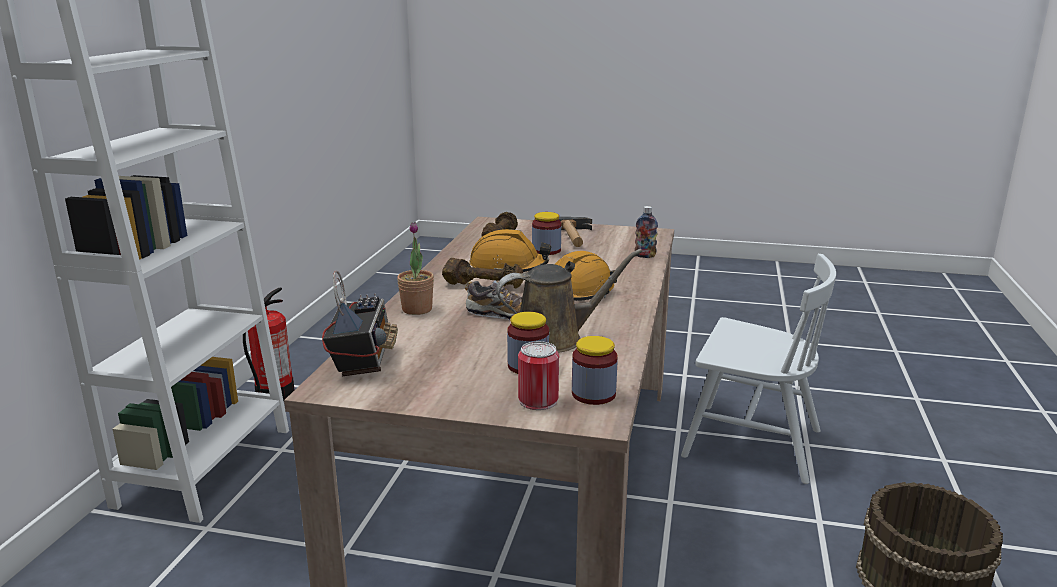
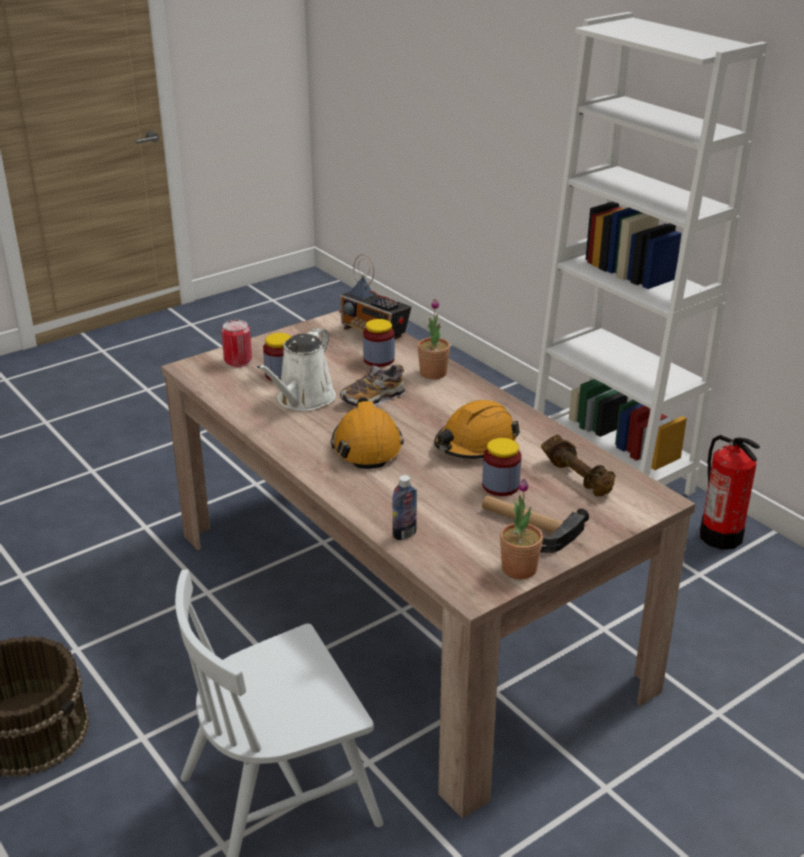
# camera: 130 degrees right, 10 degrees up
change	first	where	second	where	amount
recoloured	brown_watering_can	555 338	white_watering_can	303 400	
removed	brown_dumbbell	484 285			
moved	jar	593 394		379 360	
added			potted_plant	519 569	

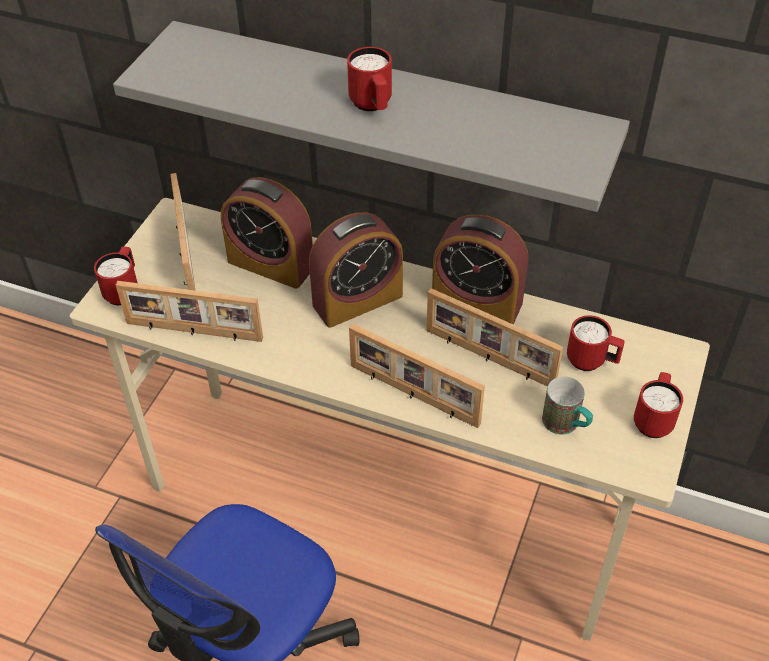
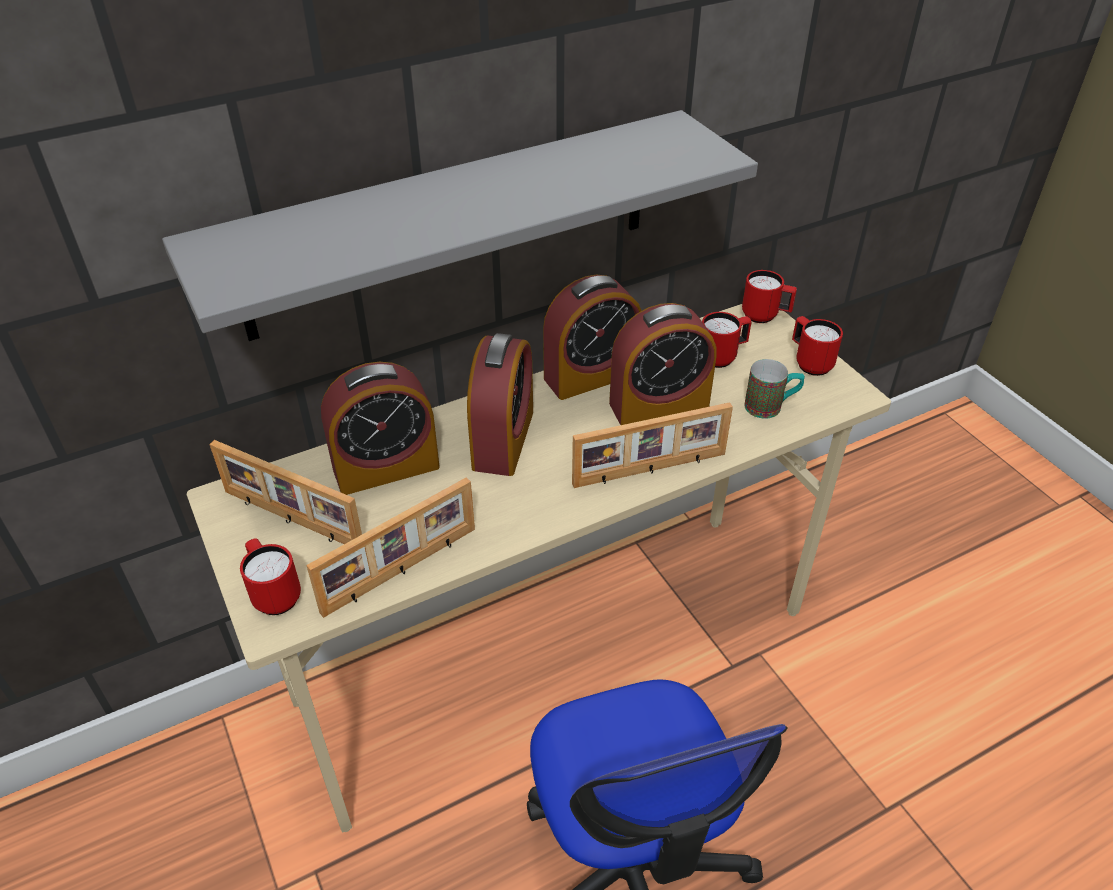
# camera: 50 degrees left, 5 degrees down
change	first	where	second	where	amount
moved	red_mug	372 106		765 316	
replaced	picture_frame	488 359	alarm_clock	659 405	

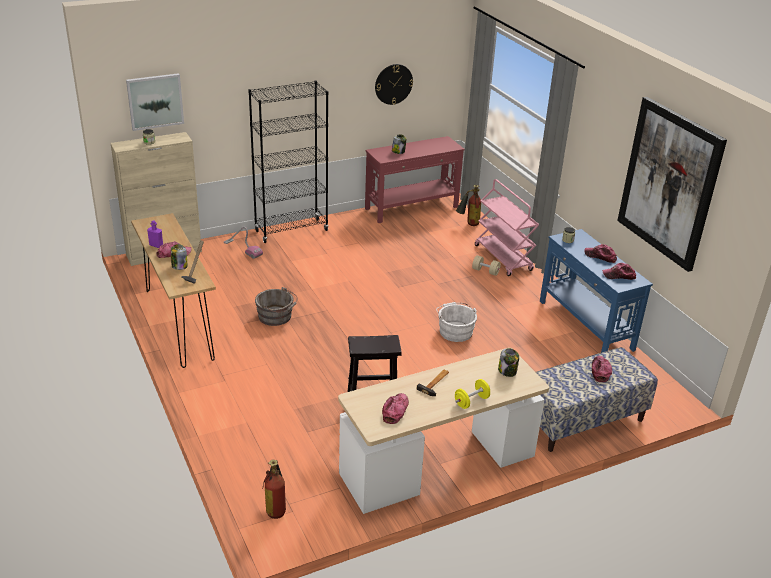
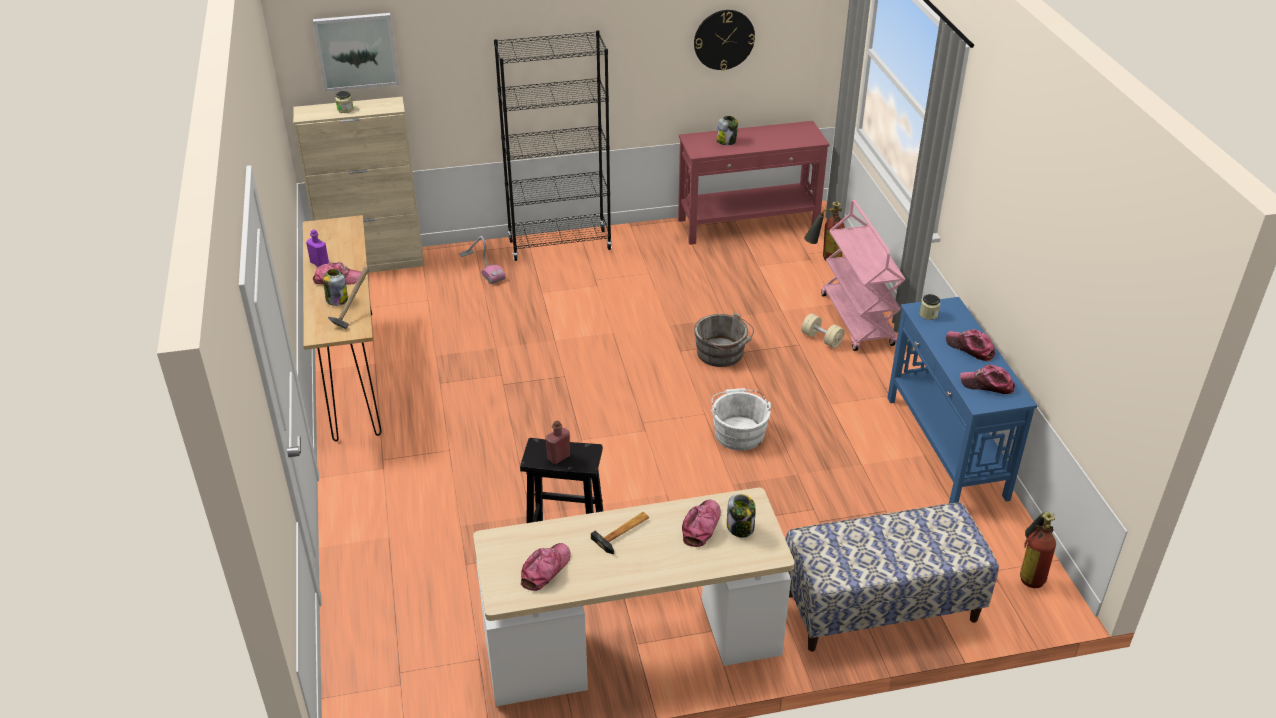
# camera: 15 degrees right, 5 degrees up
change	first	where	second	where	amount
removed	picture	669 183			
moved	grey_bucket	276 317		722 354	
moved	cap	600 371		701 526	
removed	yellow_dumbbell	471 401			
moved	fire_extinguisher	276 506		1030 572	
added			red_bottle	558 457	

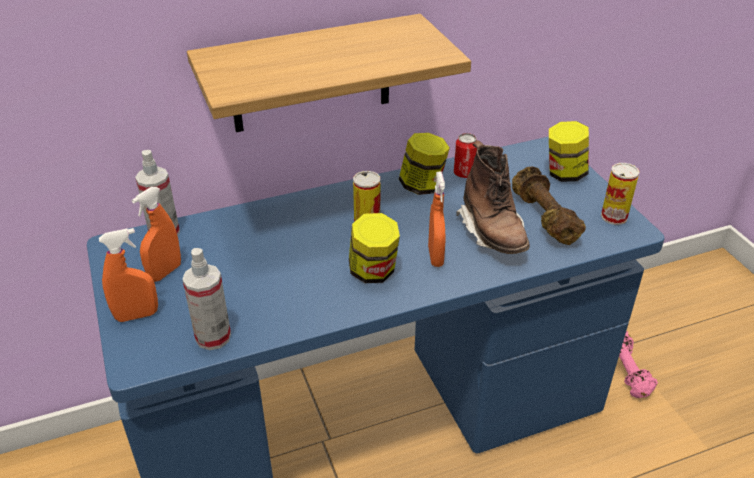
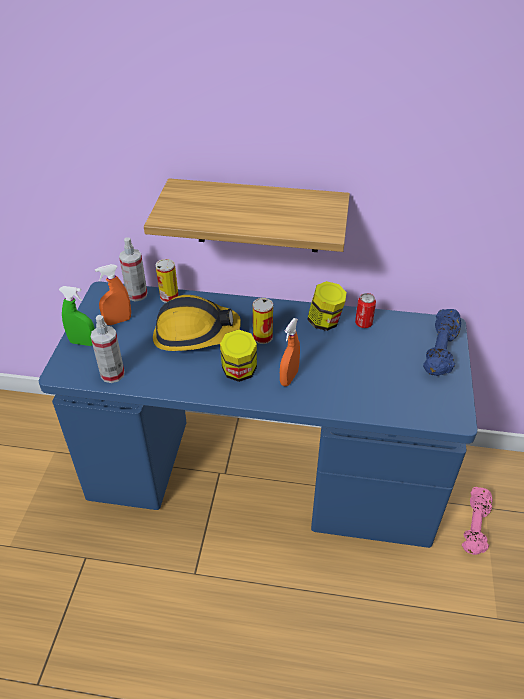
# camera: 30 degrees right, 5 degrees up
change	first	where	second	where	amount
replaced	jar	564 174	blue_dumbbell	441 352	
removed	brown_boot	492 233			
moved	can	614 217		169 297	
removed	brown_dumbbell	542 217			
recoloured	orange_spray_bottle	137 315	green_spray_bottle	83 342	
added			hard_hat	195 333	

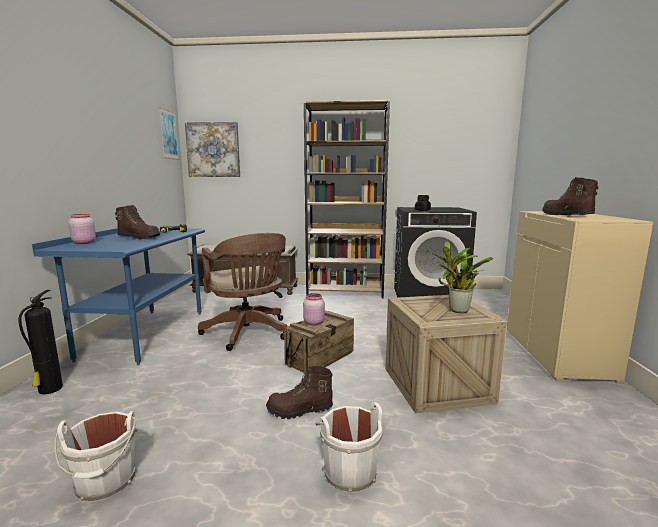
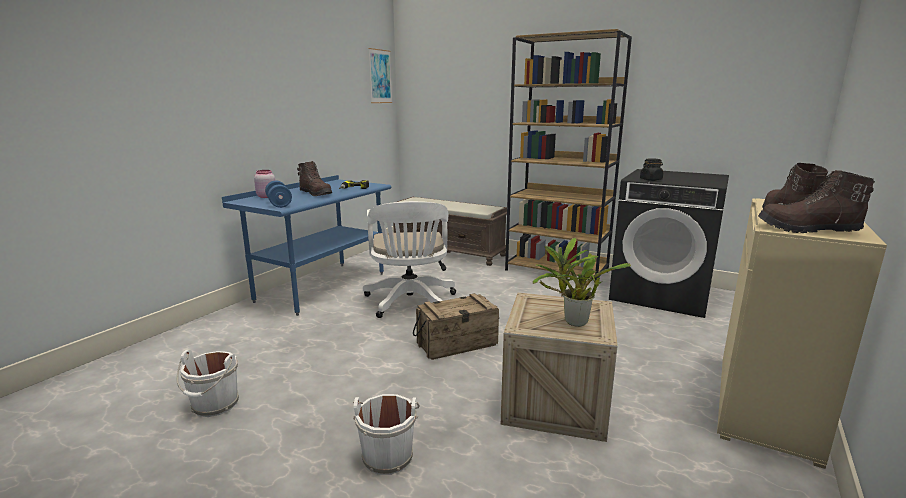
# camera: 25 degrees right, 5 degrees up
change	first	where	second	where	amount
removed	picture	213 150			
recoloured	brown_office_chair	248 333	white_office_chair	410 303	
removed	fire_extinguisher	49 390			
removed	pink_jar	313 322			
moved	brown_boot	299 410		807 230	
added			blue_dumbbell	279 204	

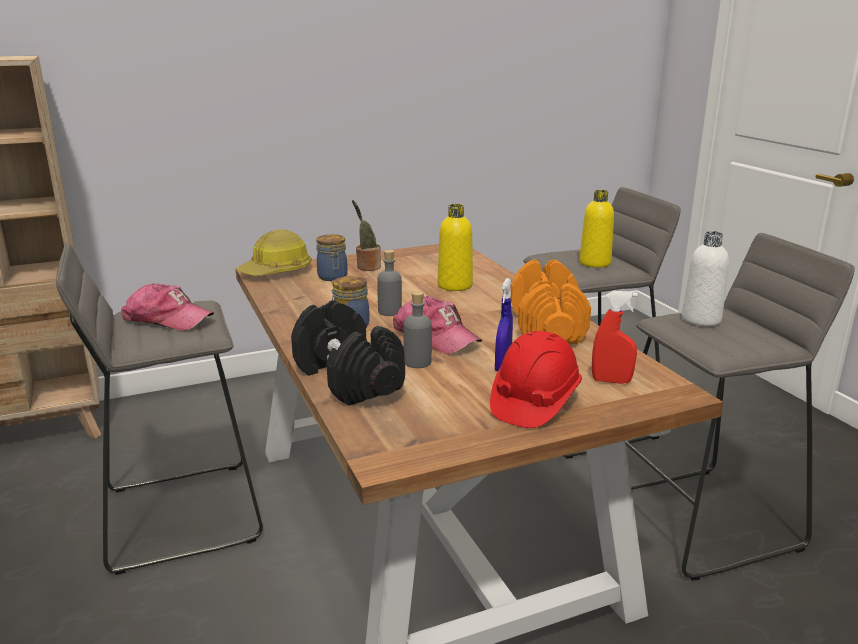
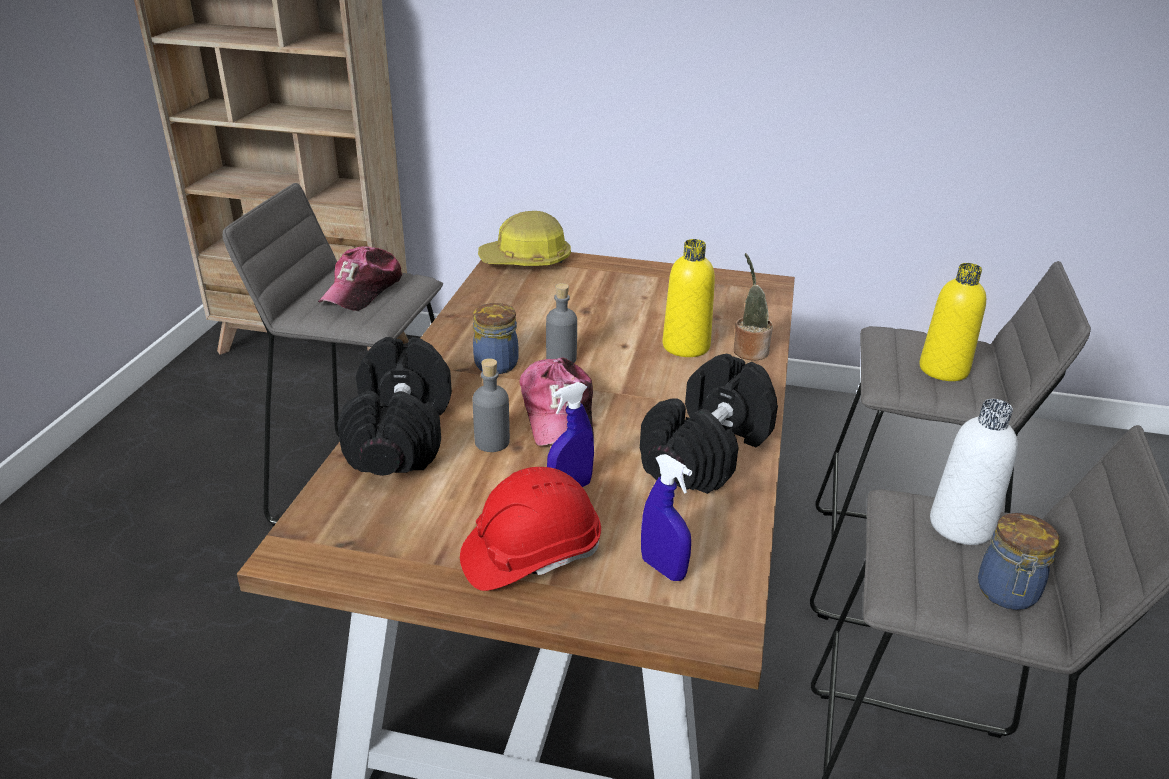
# camera: 35 degrees right, 10 degrees up
change	first	where	second	where	amount
moved	potted_plant	367 267		749 350	
moved	jar	333 277		1006 593	
recoloured	orange_dumbbell	548 327	black_dumbbell	707 452	
turned	cap	167 319		363 290	60 degrees clockwise
recoloured	red_spray_bottle	611 381	blue_spray_bottle	663 568	

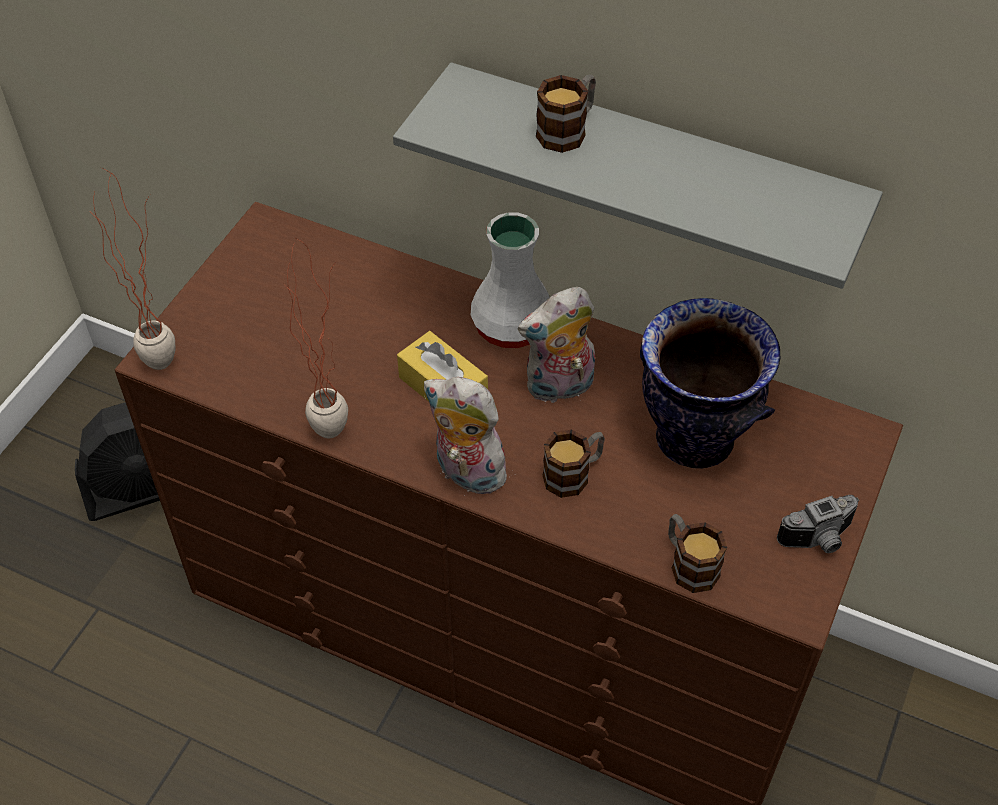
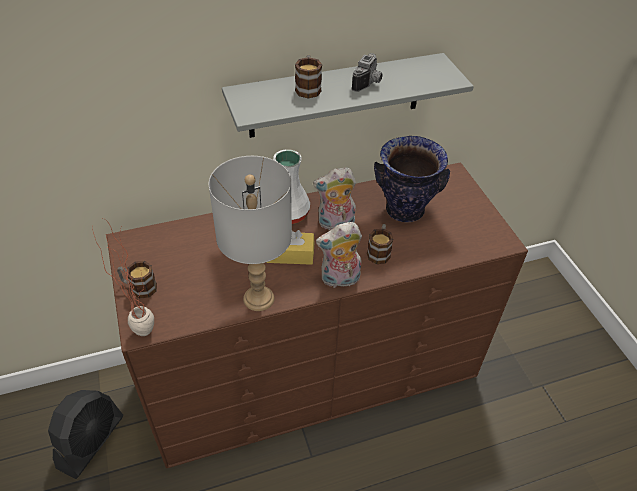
# camera: 45 degrees left, 5 degrees down
change	first	where	second	where	amount
replaced	potted_plant	332 420	grey_table_lamp	259 299	
turned	plush_toy	559 388		335 224	60 degrees clockwise
moved	photo_camera	820 540		369 83	
moved	mug	689 564		139 287	

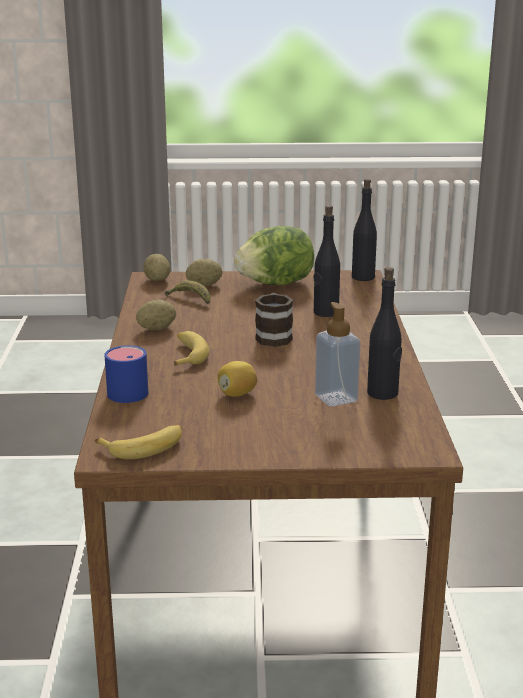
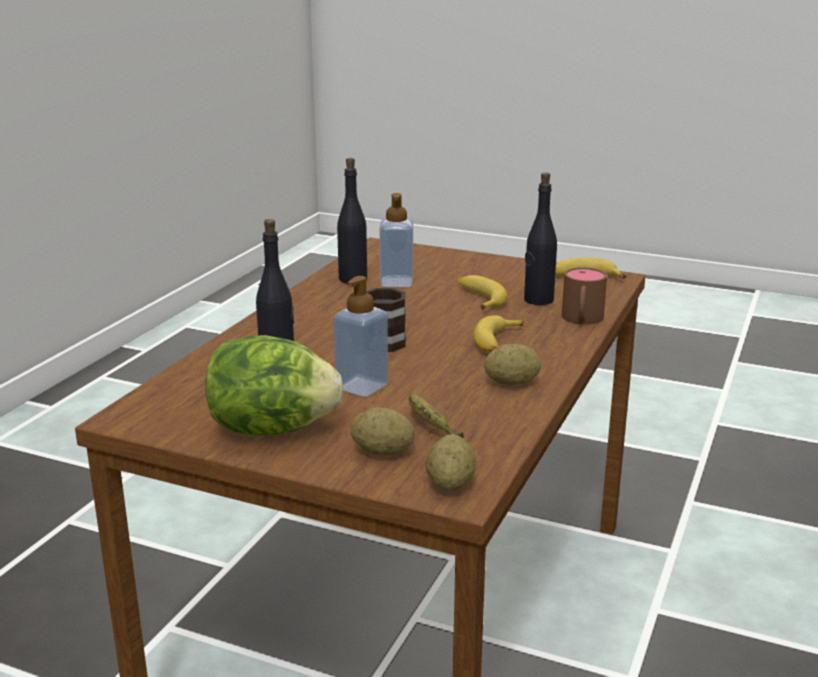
# camera: 155 degrees left, 0 degrees up
change	first	where	second	where	amount
moved	black_bottle	363 277		538 300	
recoloured	blue_mug	127 389	brown_mug	581 320	
replaced	lemon	237 394	banana	479 299	
added			soap_dispenser	362 386	

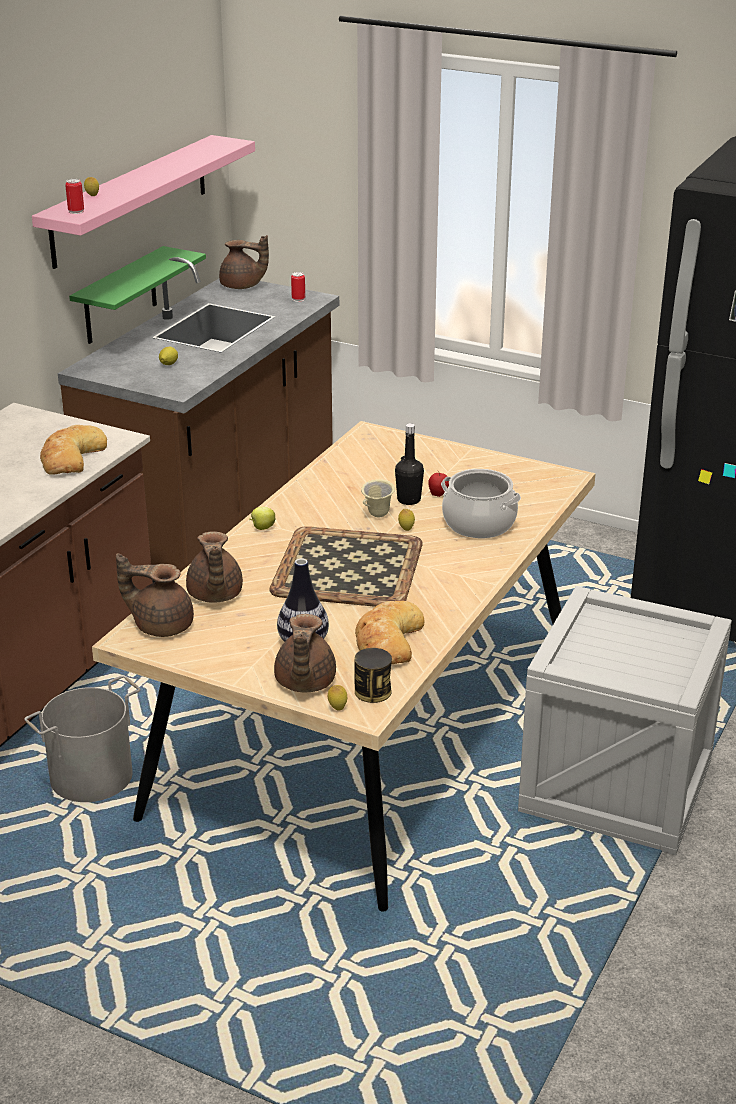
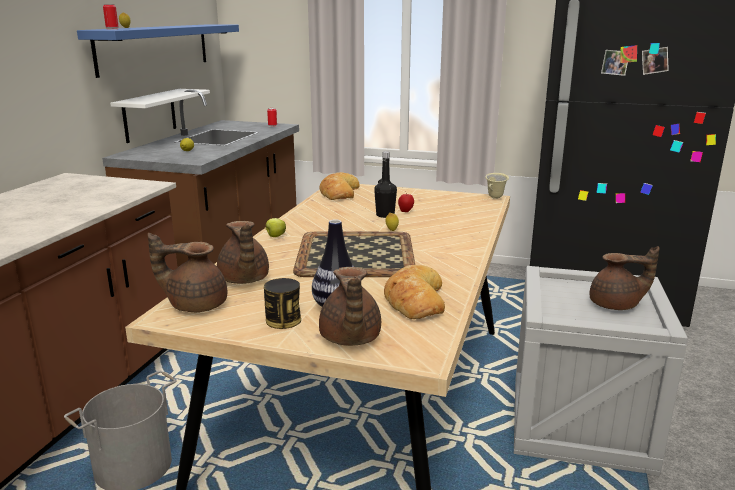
# camera: 10 degrees left, 10 degrees down
change	first	where	second	where	amount
recoloured	pink_shelf	130 200	blue_shelf	155 48	
moved	brown_teapot	242 286		616 305	
recoloured	green_shelf	120 296	white_shelf	149 115	
moved	bread	71 457		338 193	
removed	cooking_pot	478 524			
moved	beige_mug	377 516		495 198	
moved	can	373 691		283 320	
removed	lemon	337 708			

